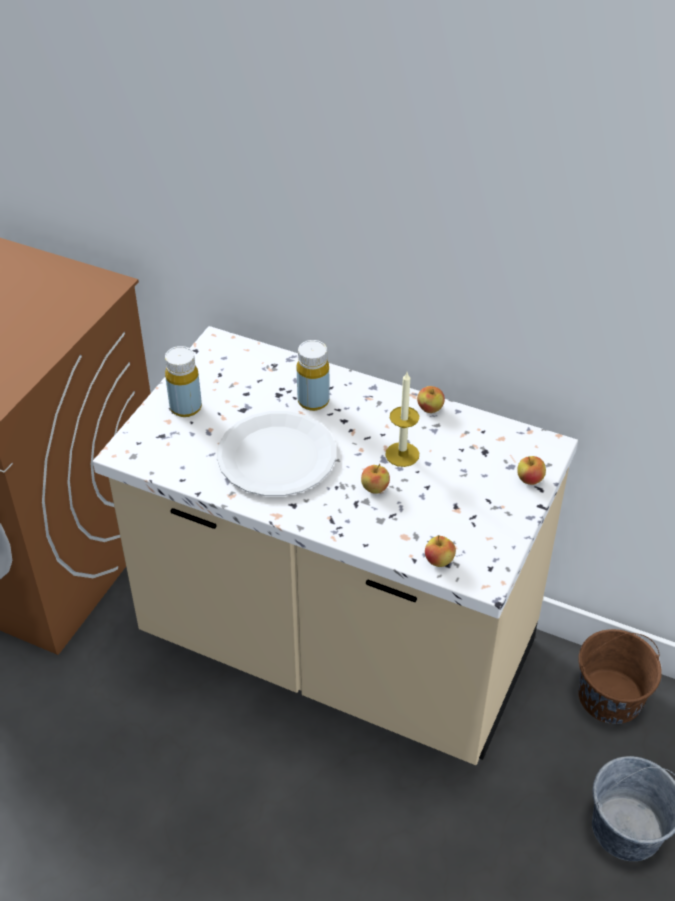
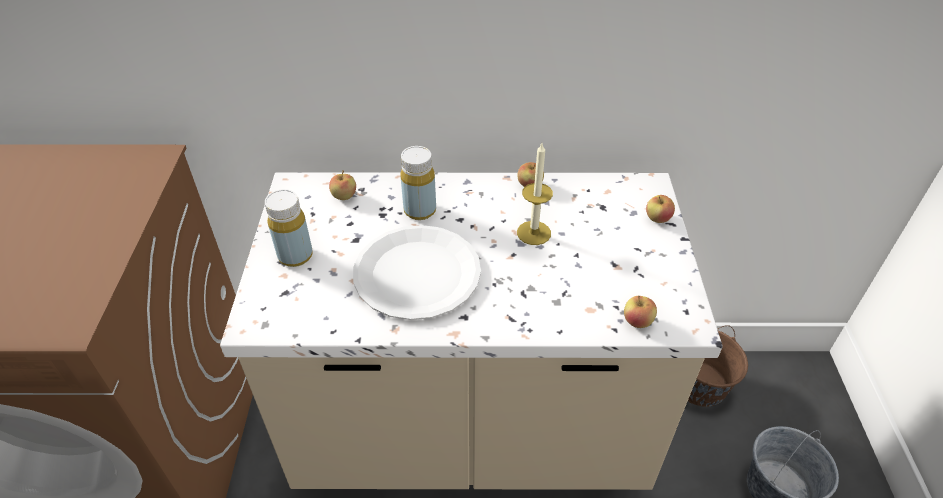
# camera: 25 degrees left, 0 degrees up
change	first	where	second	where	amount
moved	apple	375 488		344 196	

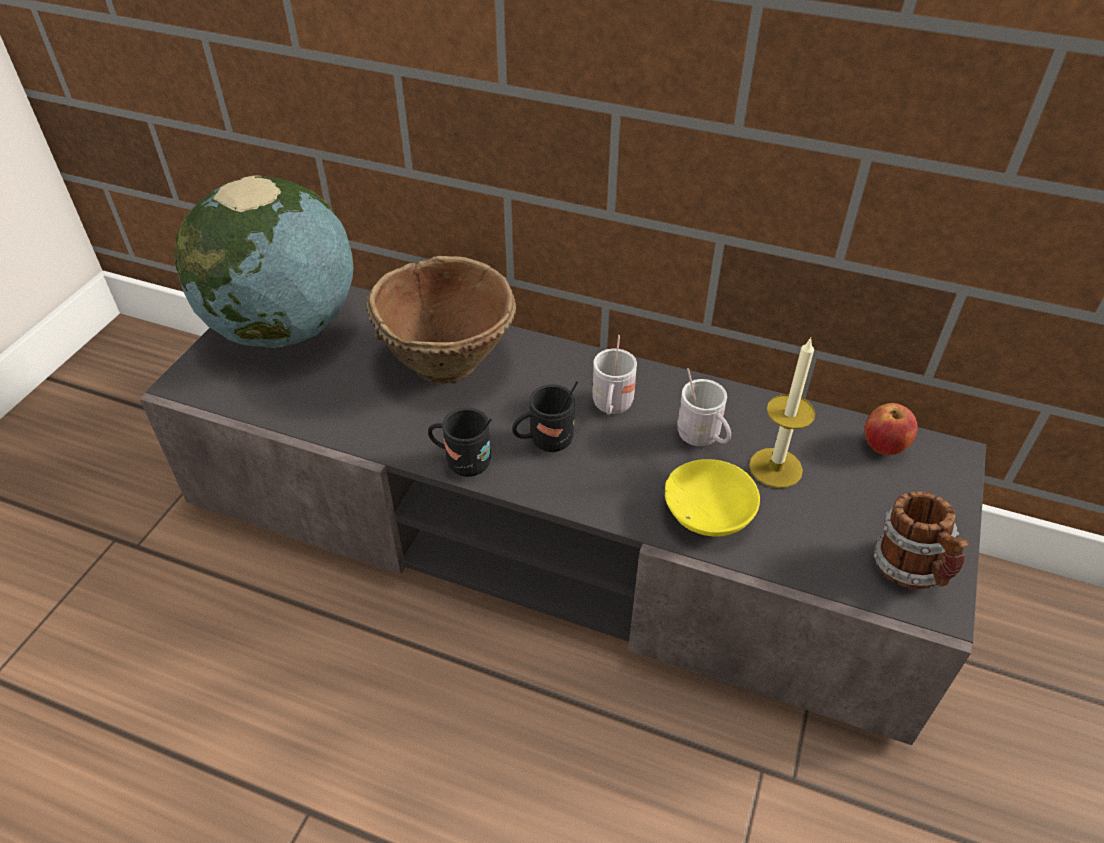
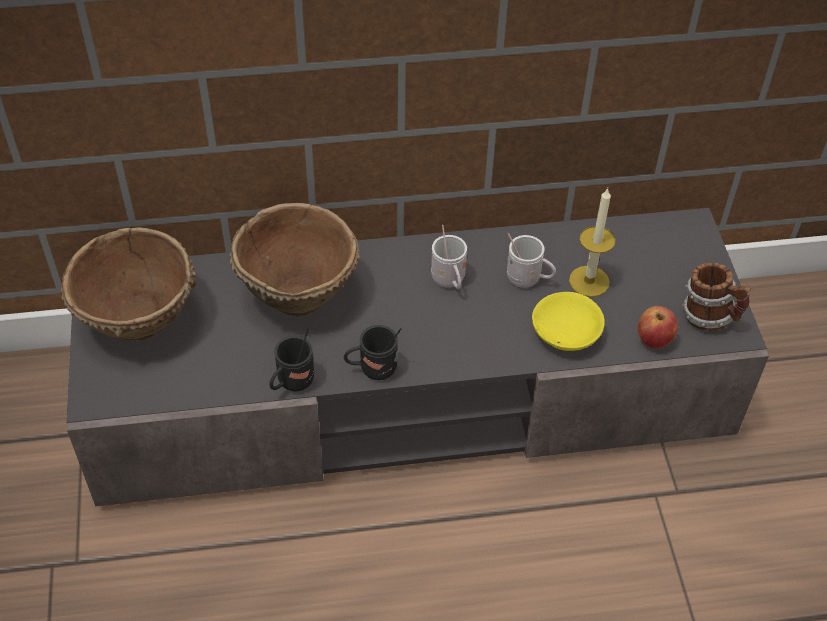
# camera: 30 degrees left, 5 degrees up
change	first	where	second	where	amount
replaced	globe	284 329	brown_bowl	139 320	
moved	black_mug	545 442		292 383	
moved	apple	884 446		654 340	

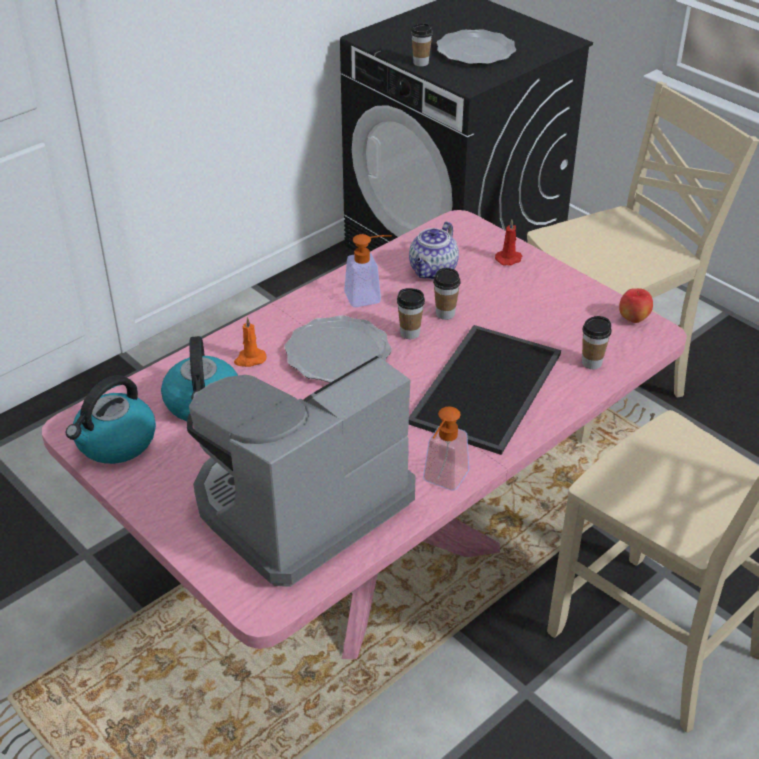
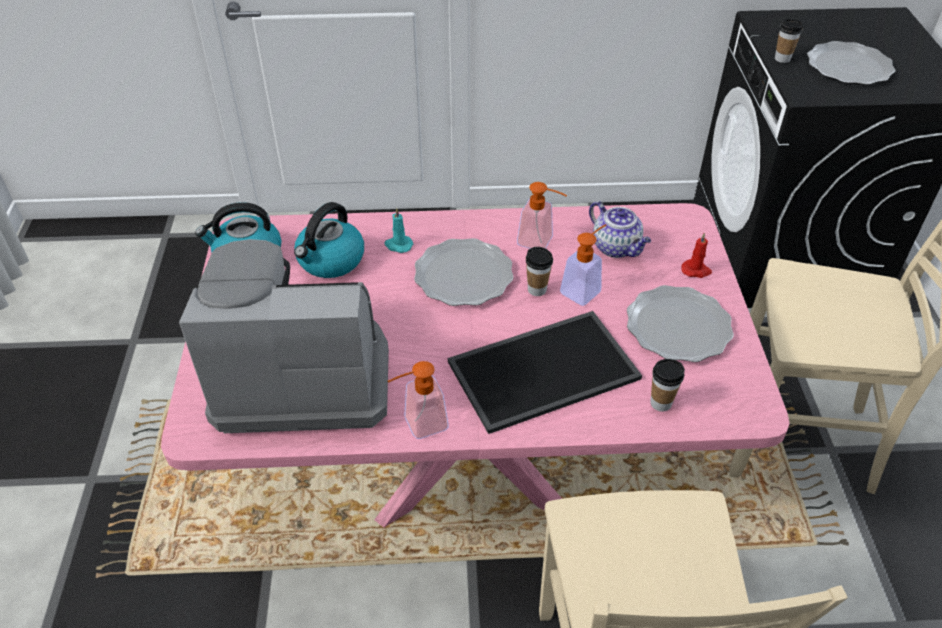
# camera: 40 degrees right, 5 degrees up
change	first	where	second	where	amount
turned	teapot	433 271		617 248	105 degrees counterclockwise
replaced	cup	445 314	soap_dispenser	584 289	
removed	apple	633 319			
recoloured	orange_candle	250 359	turquoise_candle	398 245	
added			plate	678 327	

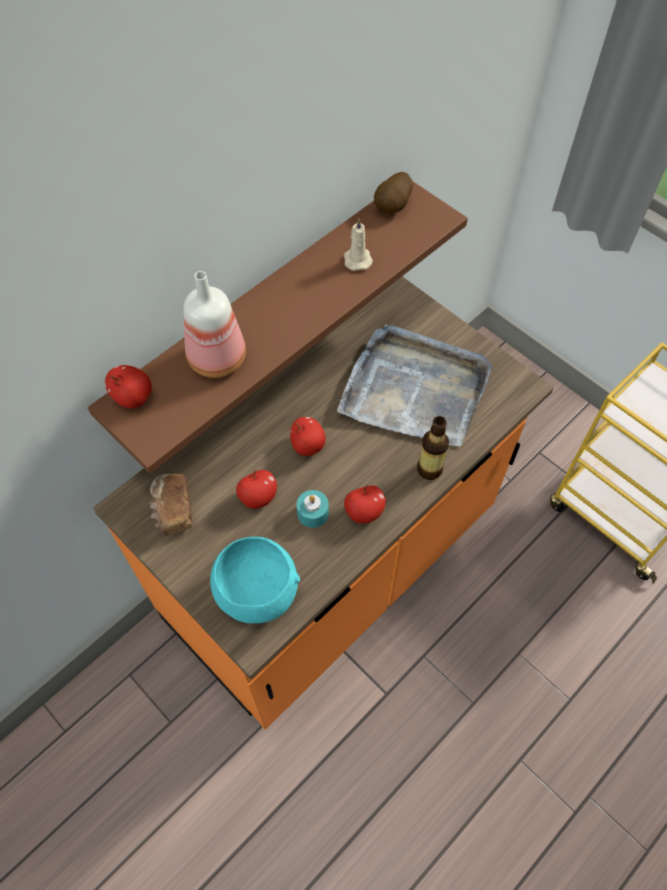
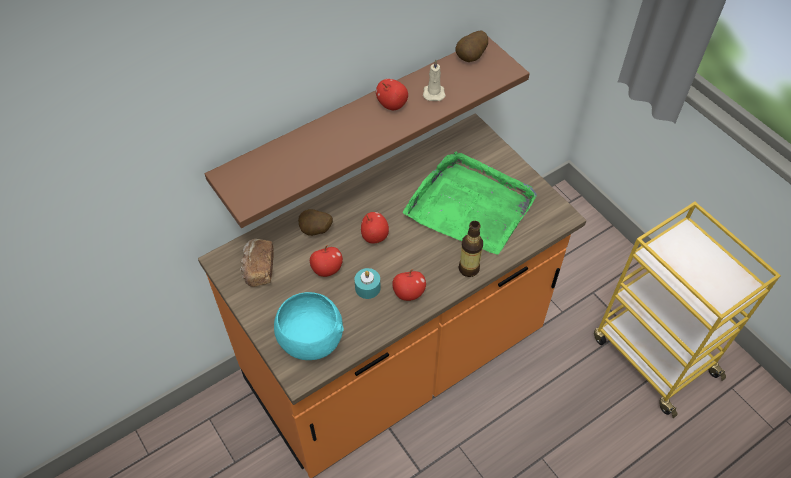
# camera: 10 degrees right, 5 degrees down
change	first	where	second	where	amount
removed	bottle	218 360			
recoloured	grey_tray	414 389	green_tray	470 206	
moved	apple	133 397		392 104	
added			potato	316 231	

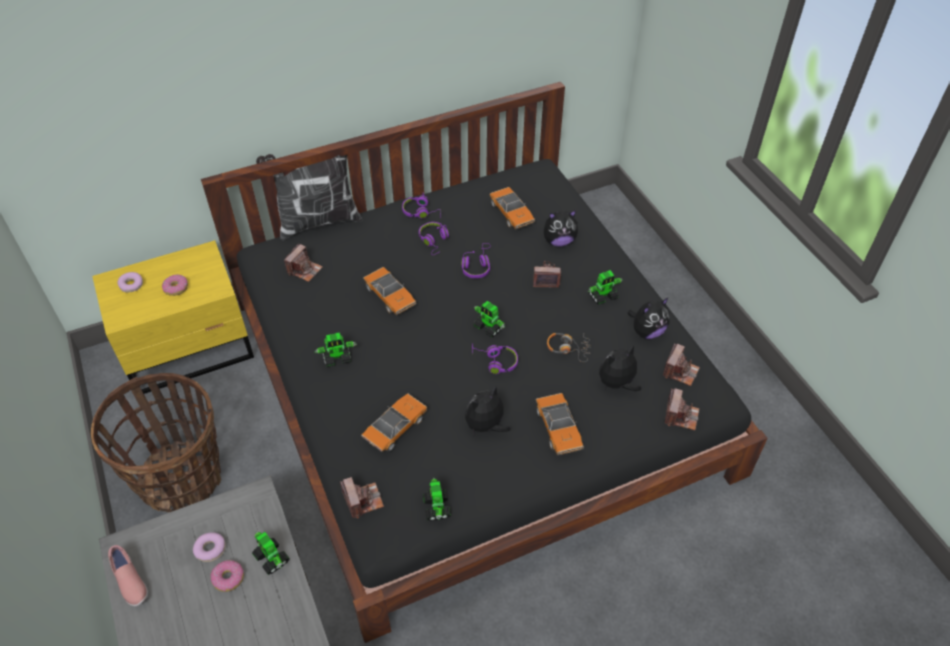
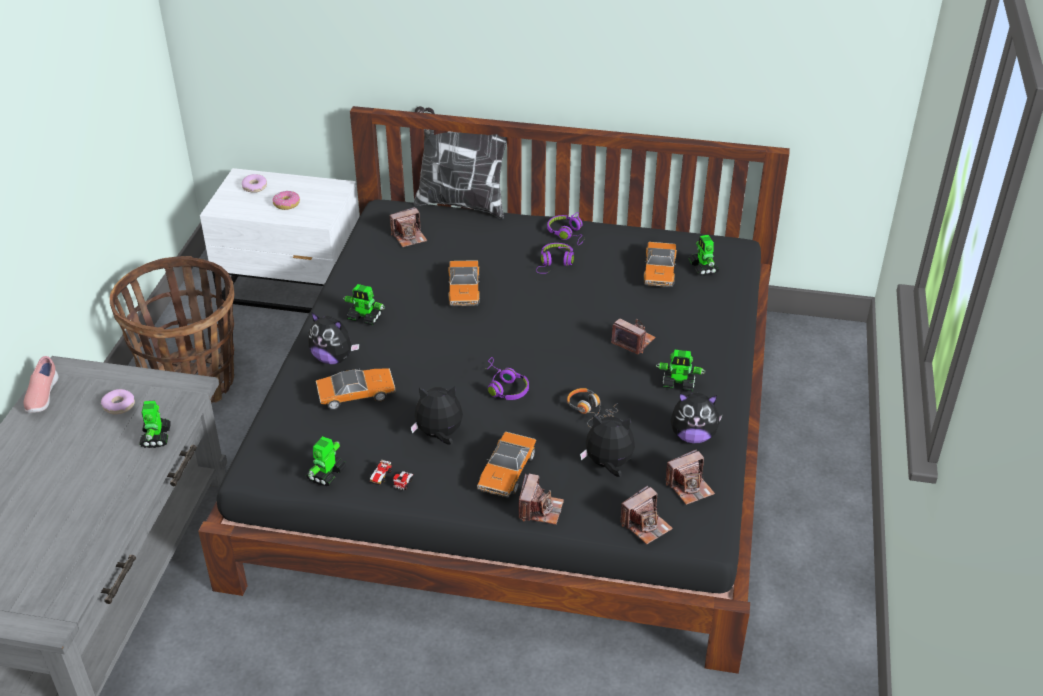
# camera: 35 degrees right, 10 degrees down
change	first	where	second	where	amount
moved	plush_toy	559 241		333 358	
recoloured	yellow_nightstand	191 350	white_nightstand	293 287	
removed	purple_headphones	477 266			
moved	toy_robot	489 327		703 268	
moved	photo_camera	363 500		540 509	
removed	donut	228 578			
added			toy_car	391 480	

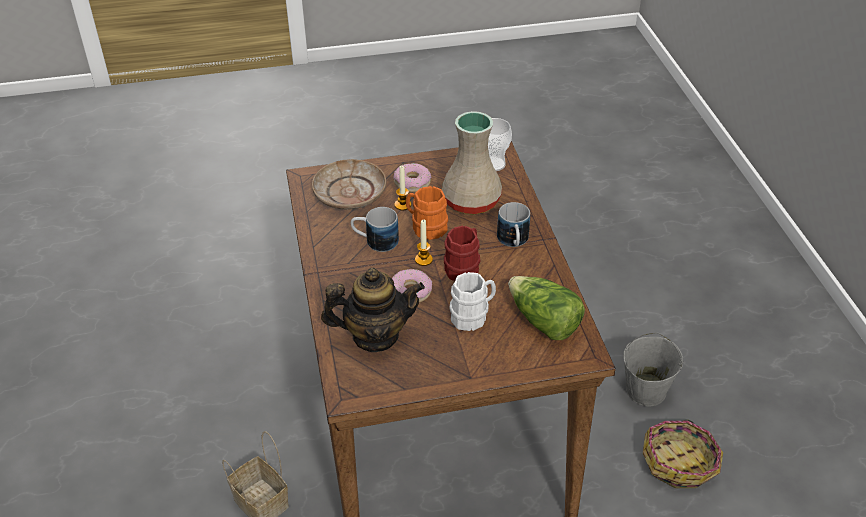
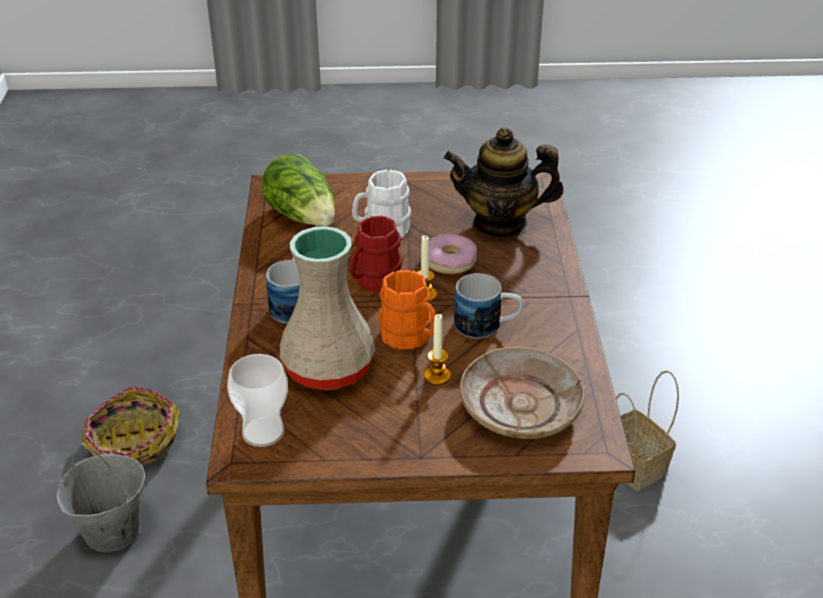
# camera: 170 degrees left, 5 degrees down
change	first	where	second	where	amount
removed	donut	412 183			

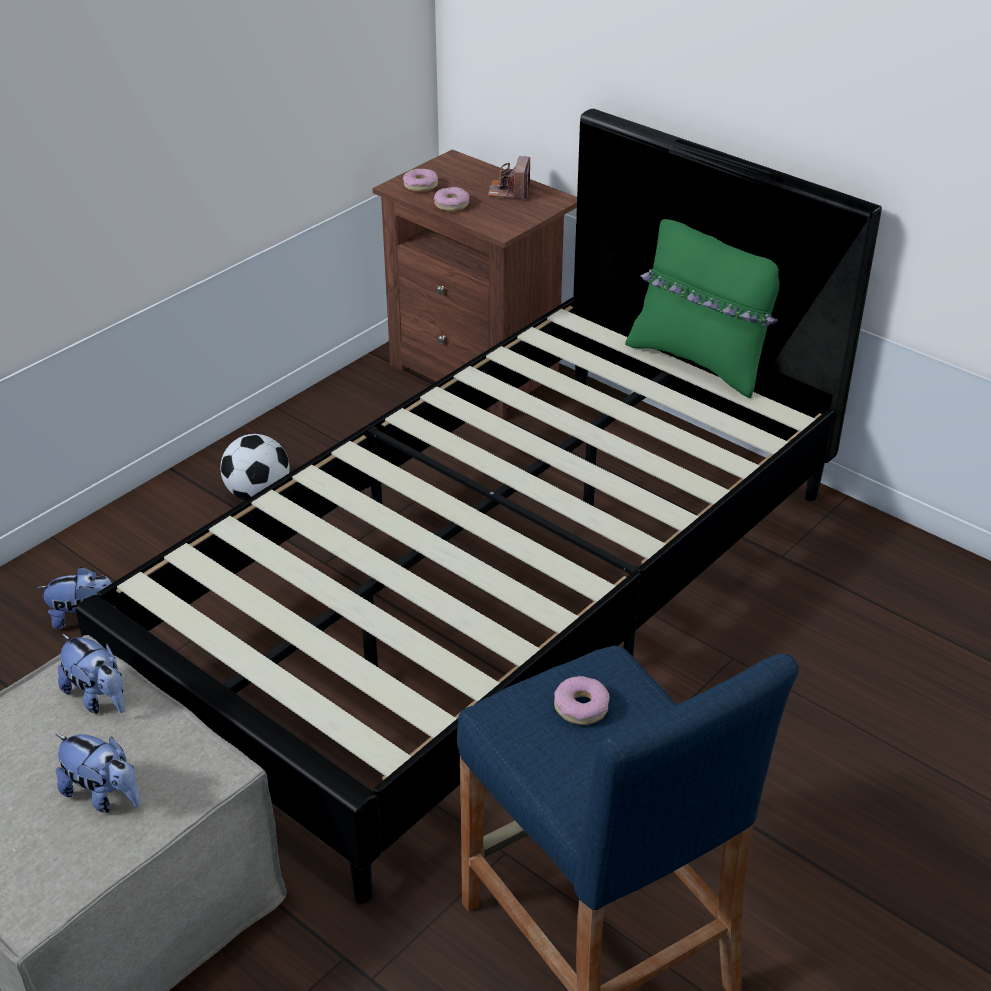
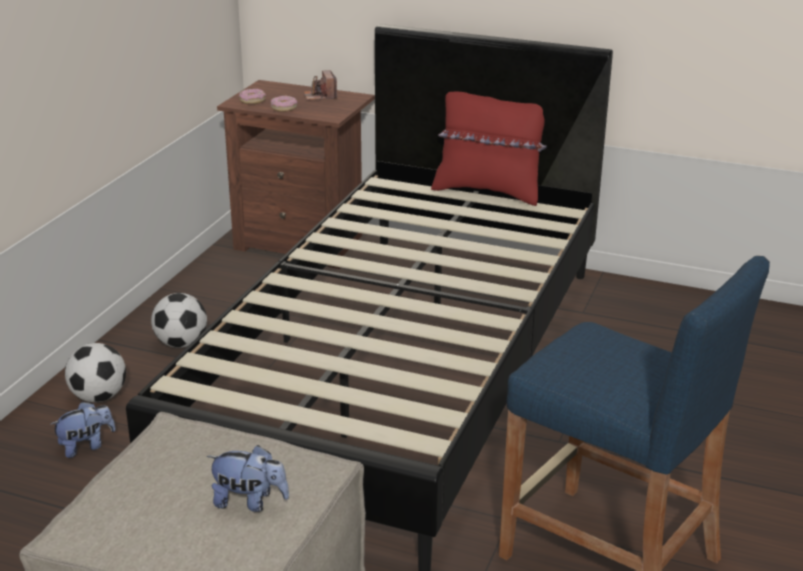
# camera: 20 degrees left, 10 degrees down
change	first	where	second	where	amount
recoloured	green_pillow	700 361	red_pillow	488 191	
removed	plush_toy	99 697			
removed	donut	581 707			
added			football	99 397	

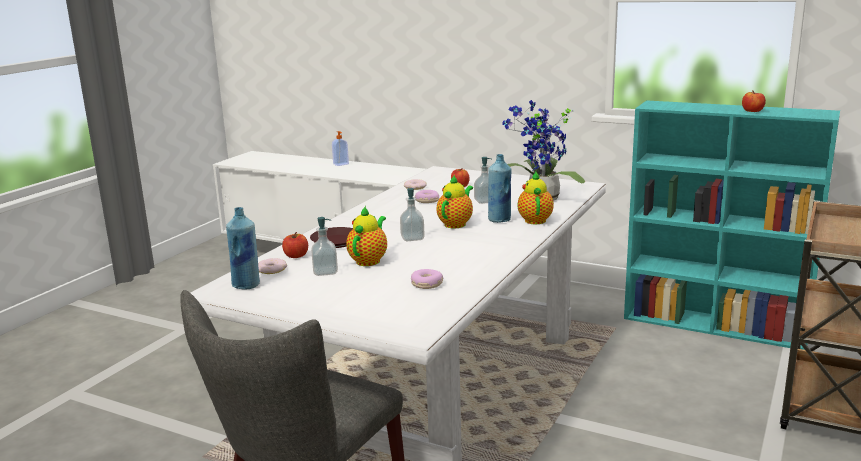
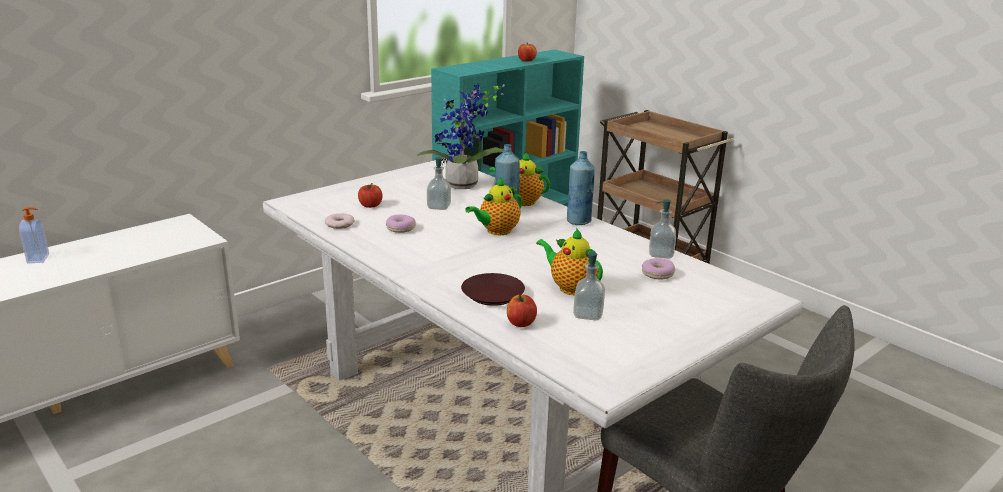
# camera: 70 degrees left, 5 degrees up
change	first	where	second	where	amount
turned	teapot	456 224		497 231	90 degrees counterclockwise
moved	soap_dispenser	412 238		661 254	
moved	blue_bottle	246 285		578 221	
removed	donut	271 269			

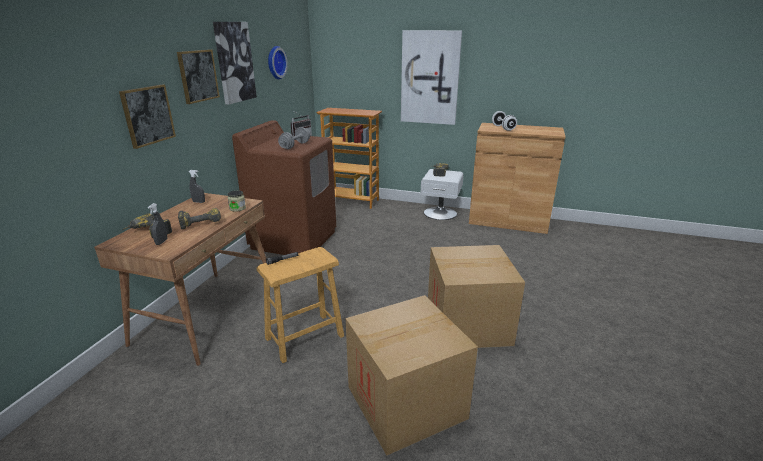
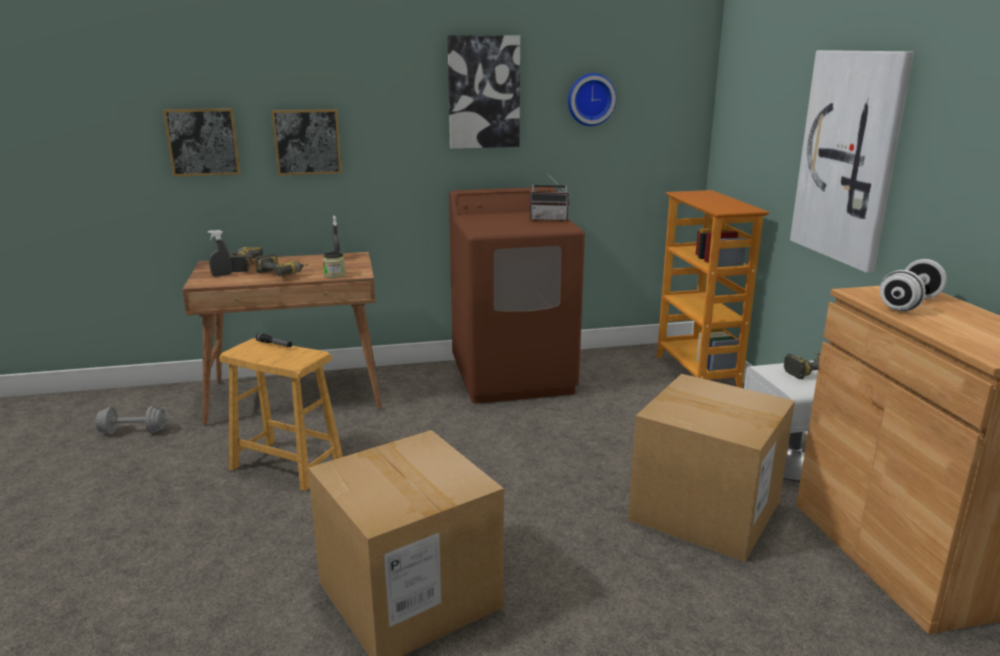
# camera: 60 degrees right, 5 degrees down
change	first	where	second	where	amount
moved	picture	198 76		203 142	
moved	grey_dumbbell	295 146		133 432	
moved	cardboard_box	406 402		705 511	

